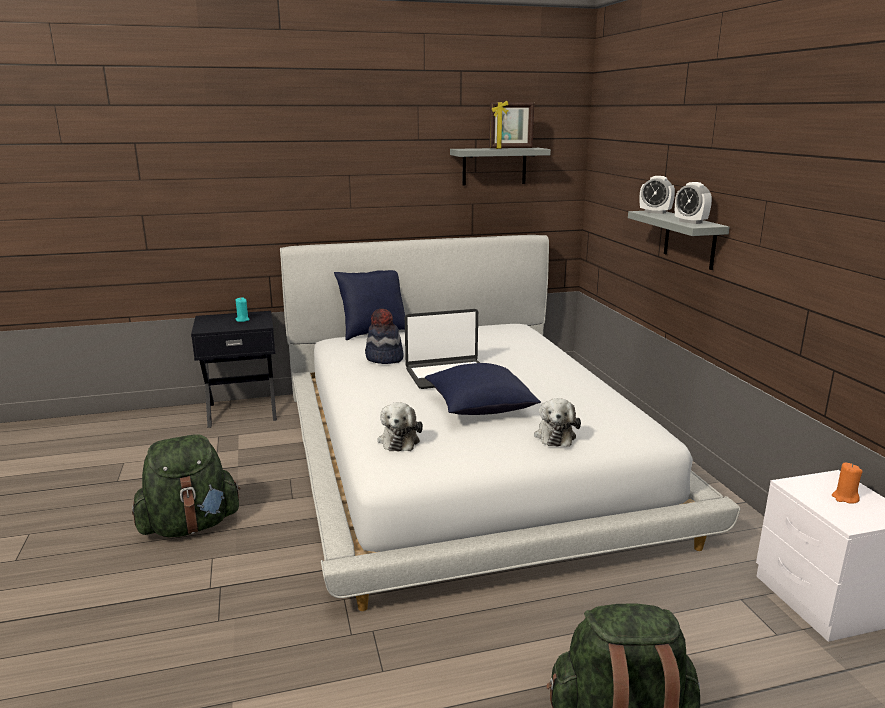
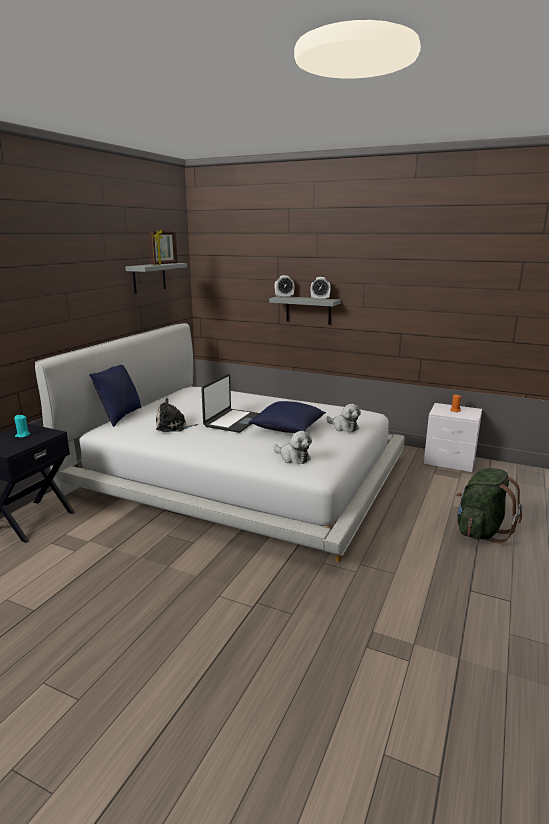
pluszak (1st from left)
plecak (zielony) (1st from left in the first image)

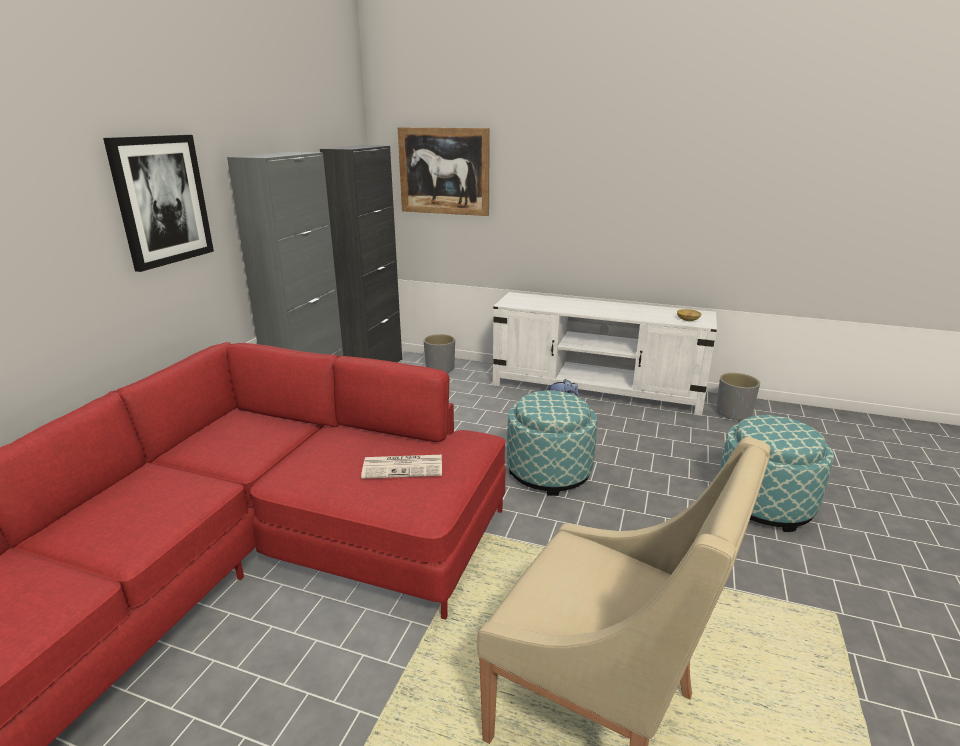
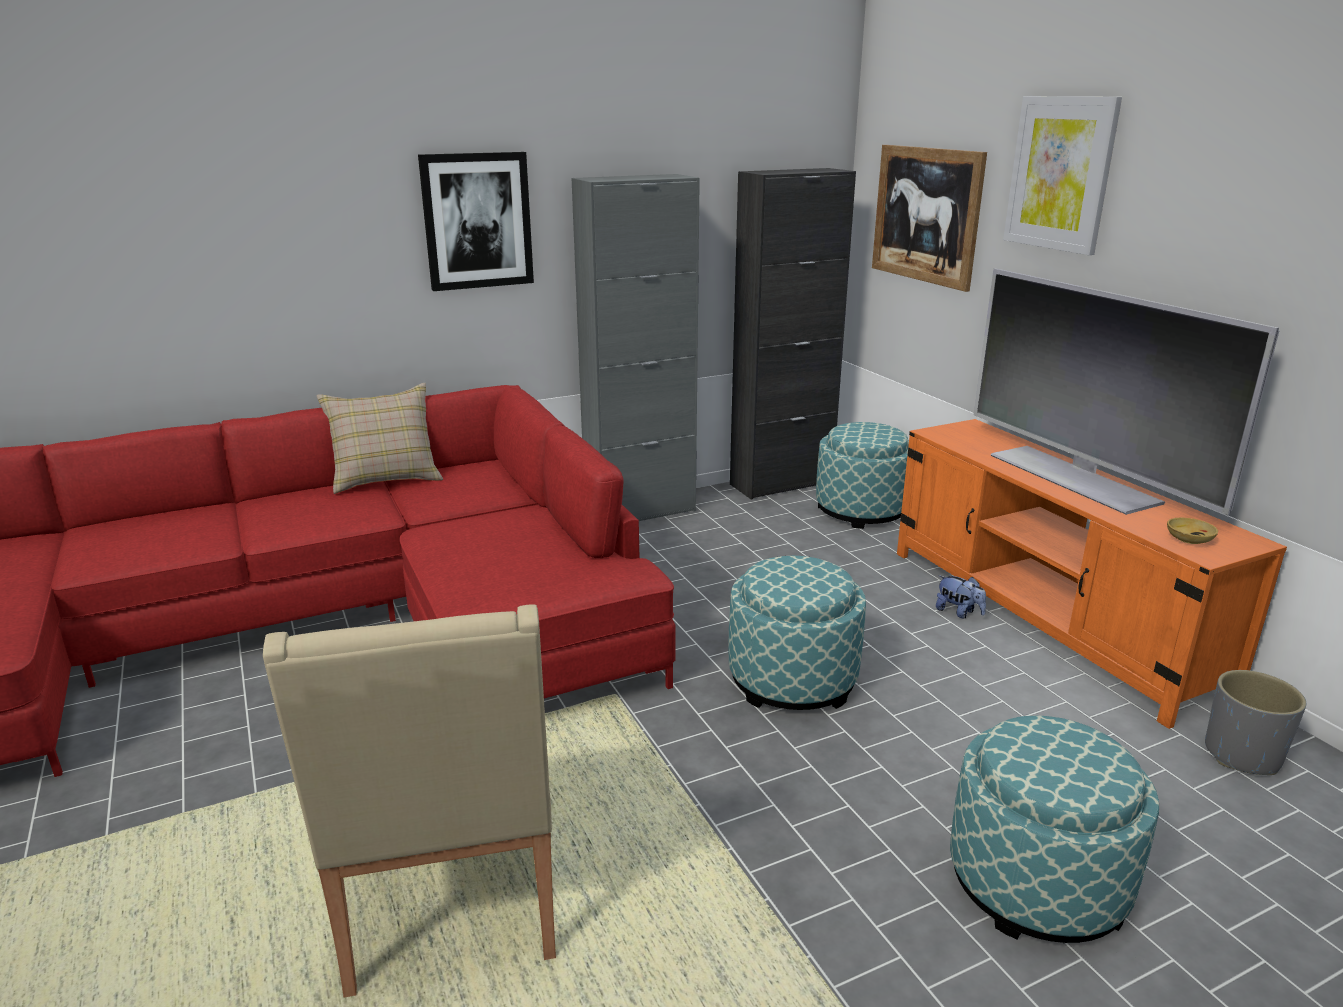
poduszka (beżowy)
pufa (2nd from left)
szafka pod telewizor (pomarańczowy)
telewizor
obraz (3rd from left)
gazeta

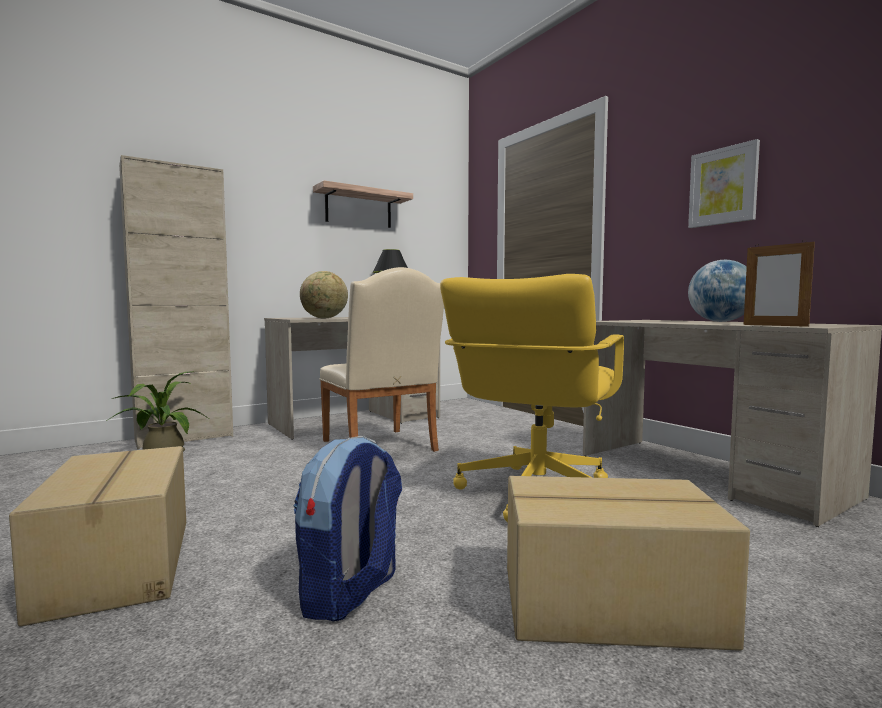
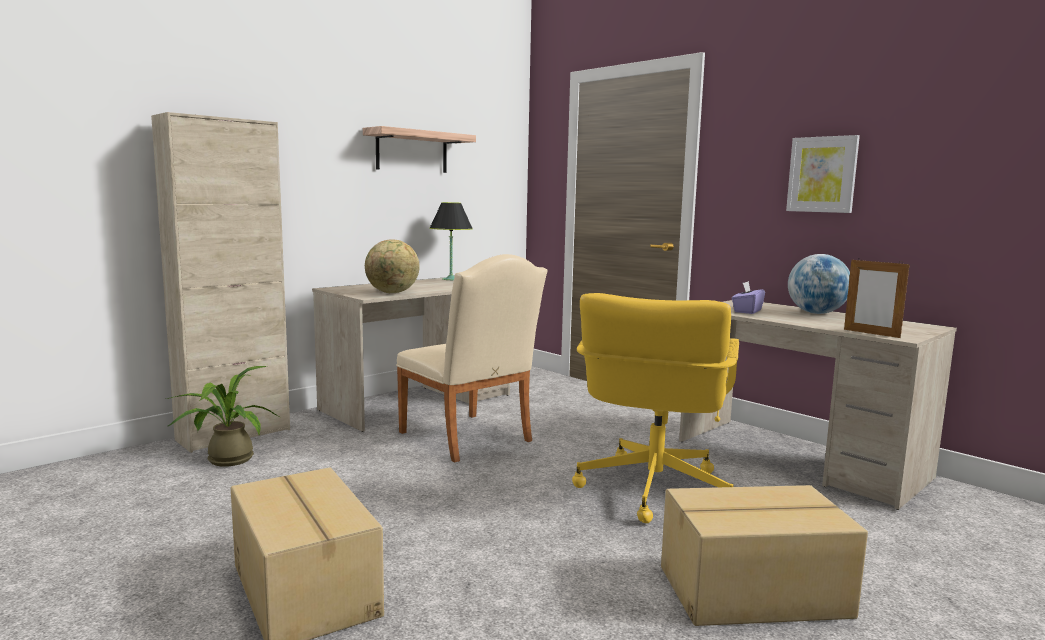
pudełko chusteczek (fioletowy)
plecak

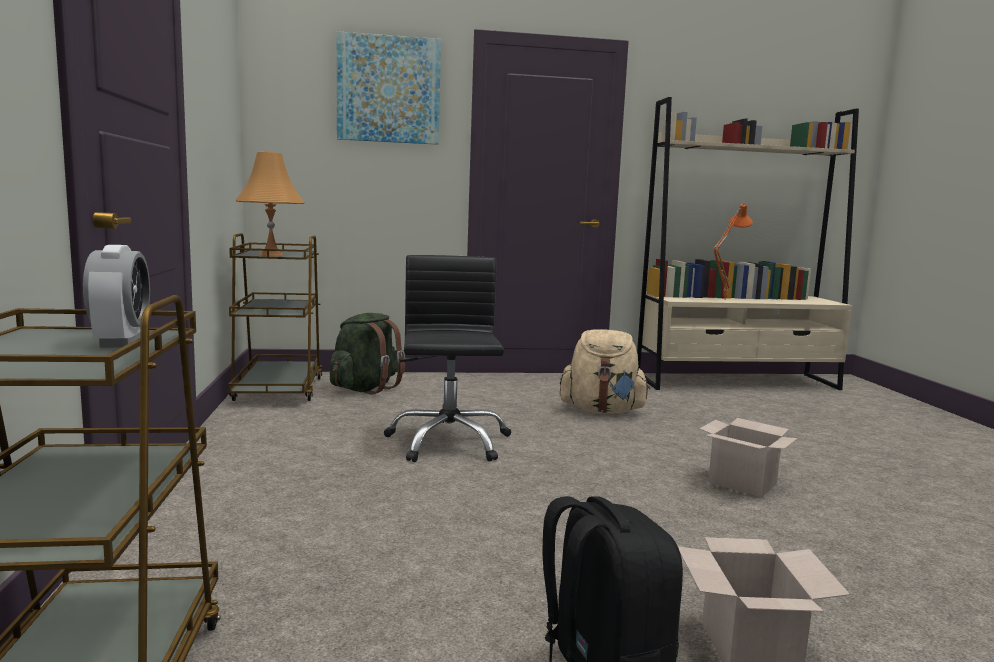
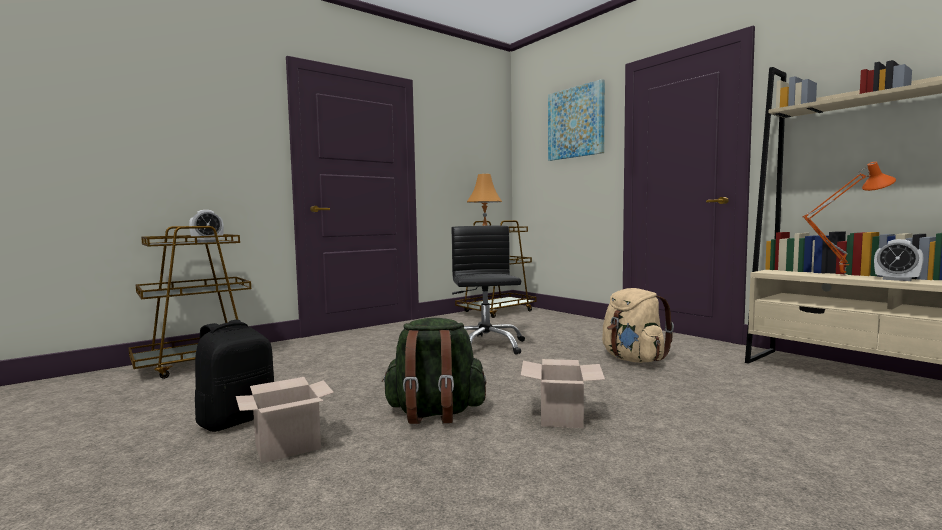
plecak (zielony)
krzesło biurowe (czarny)
budzik (2nd from left)

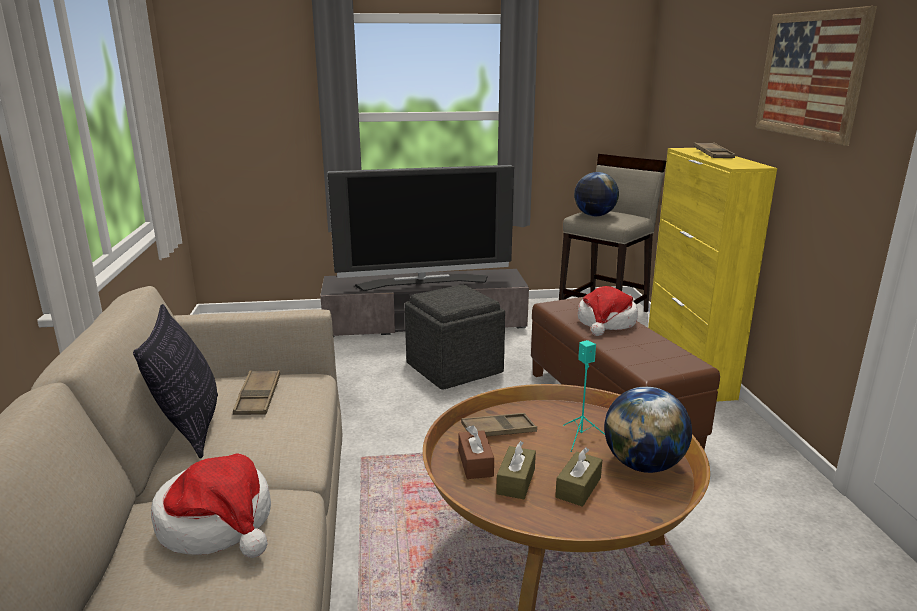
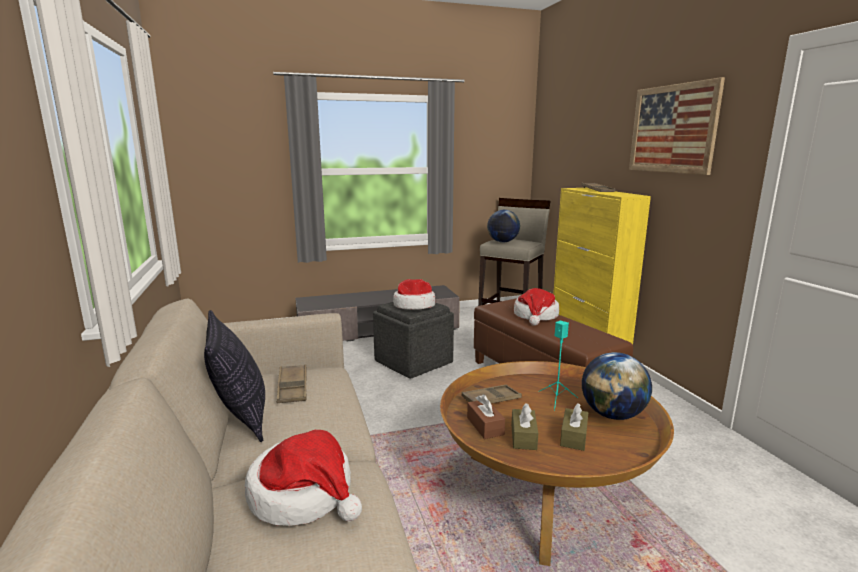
kapelusz (2nd from left)
telewizor

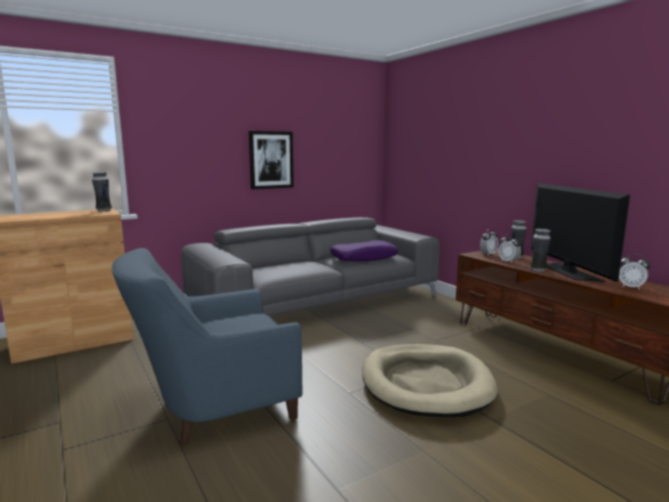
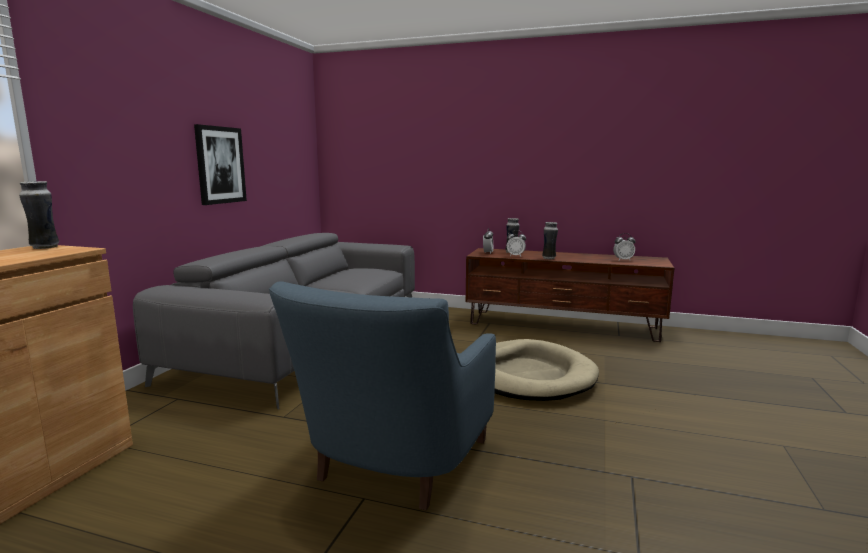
poduszka (fioletowy)
telewizor

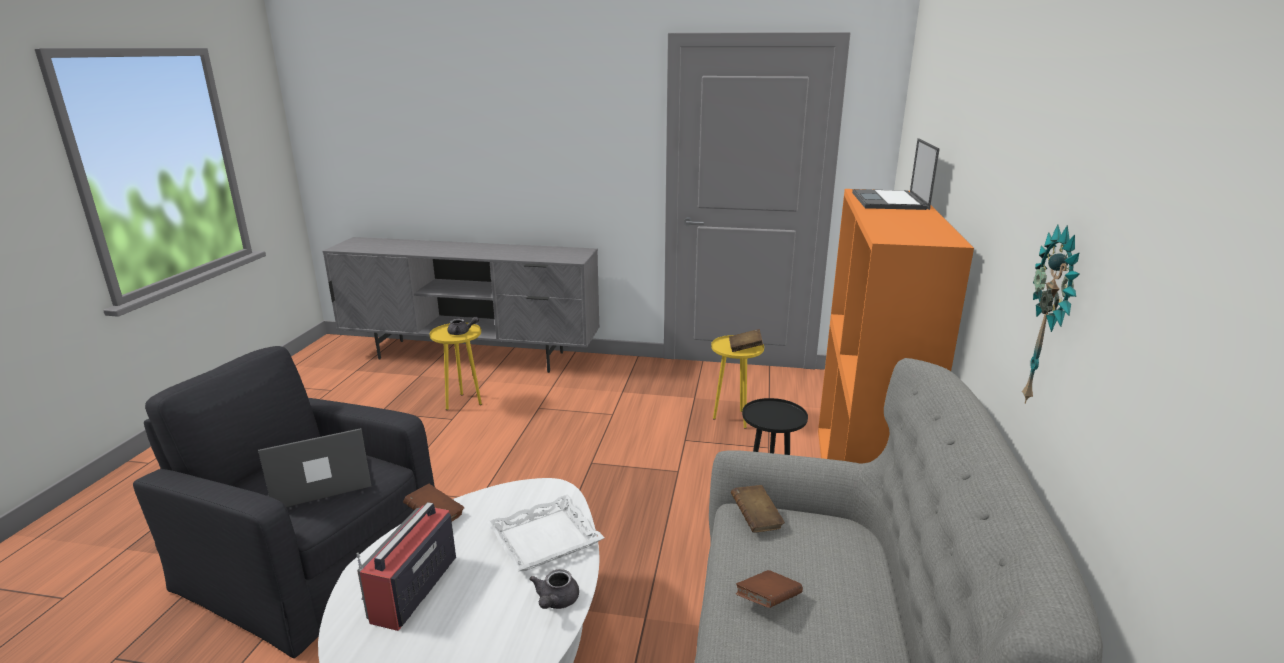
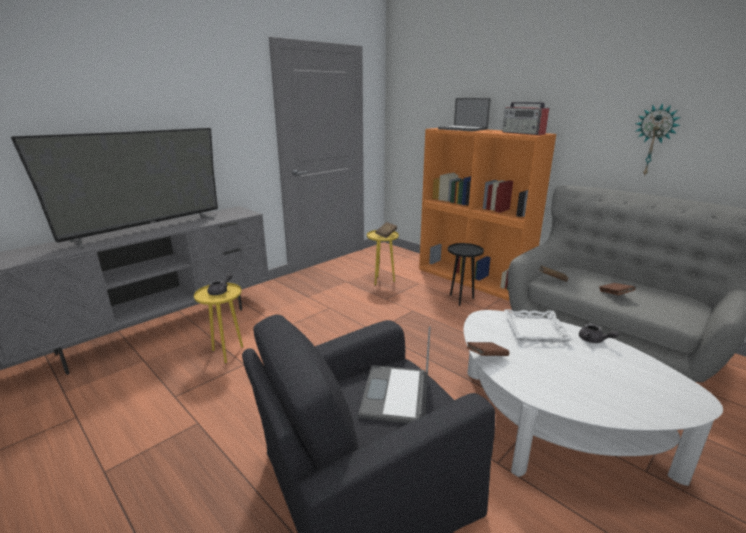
telewizor
radio

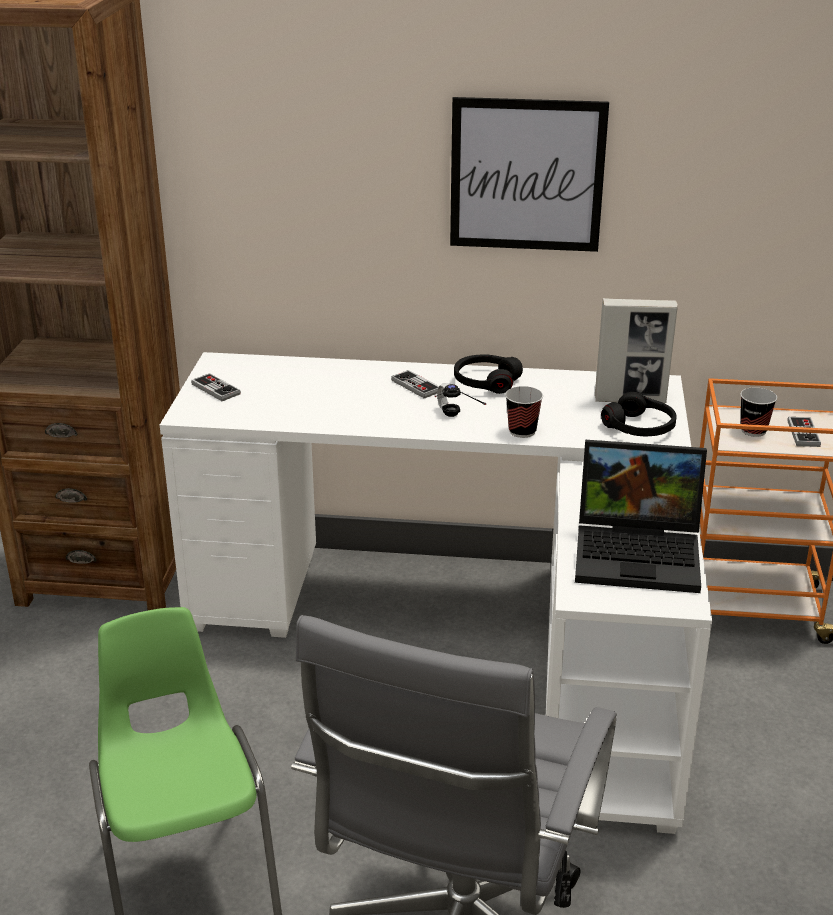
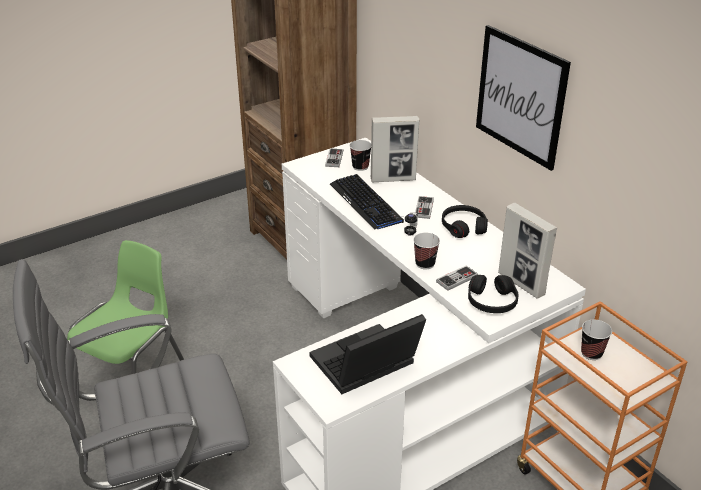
laptop
klawiatura
filiżanka (1st from left)
ramka na zdjęcie (1st from left)
pad do gier (3rd from left)

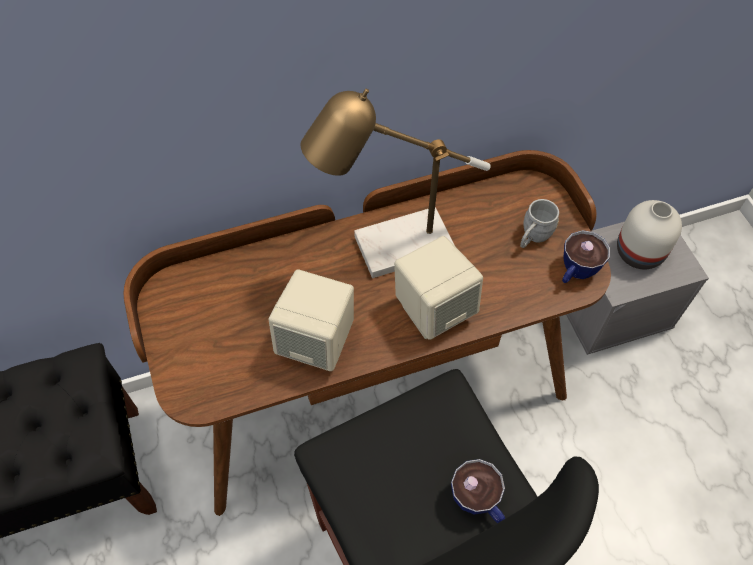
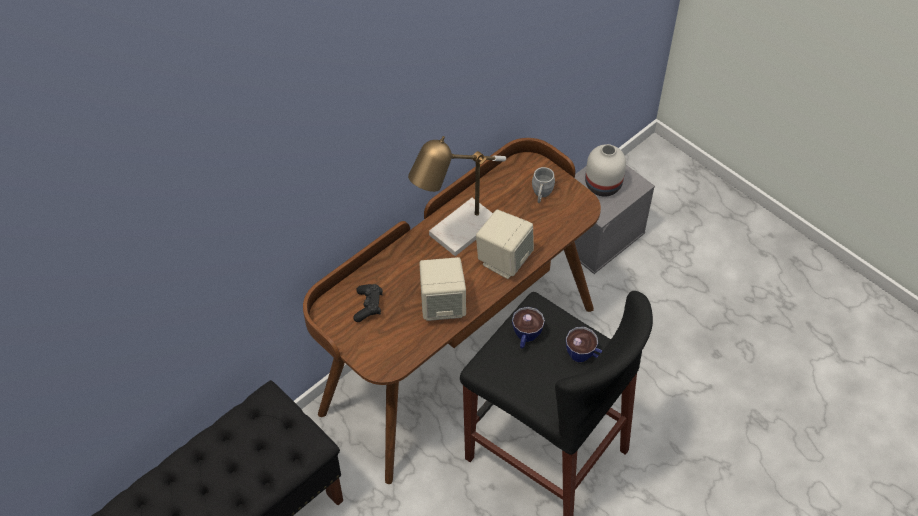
pad do gier (czarny)
filiżanka (1st from left)

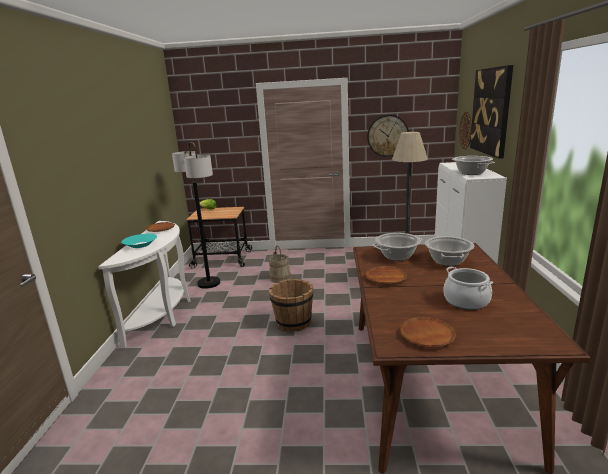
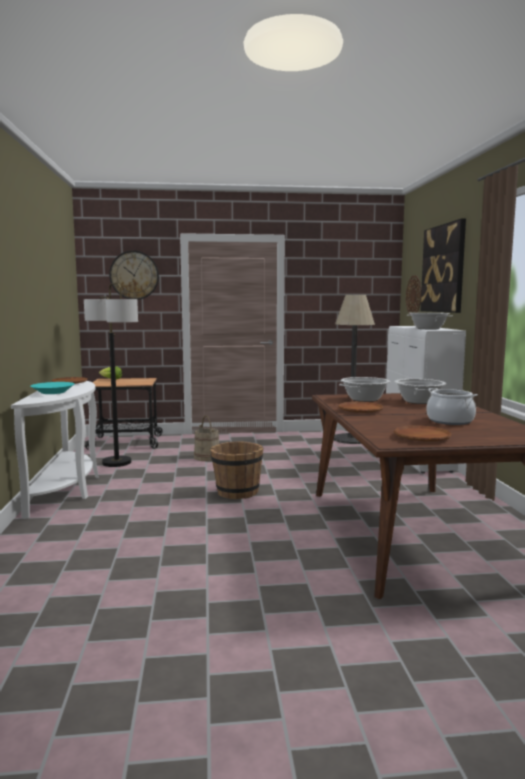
zegar ścienny (1st from left)

